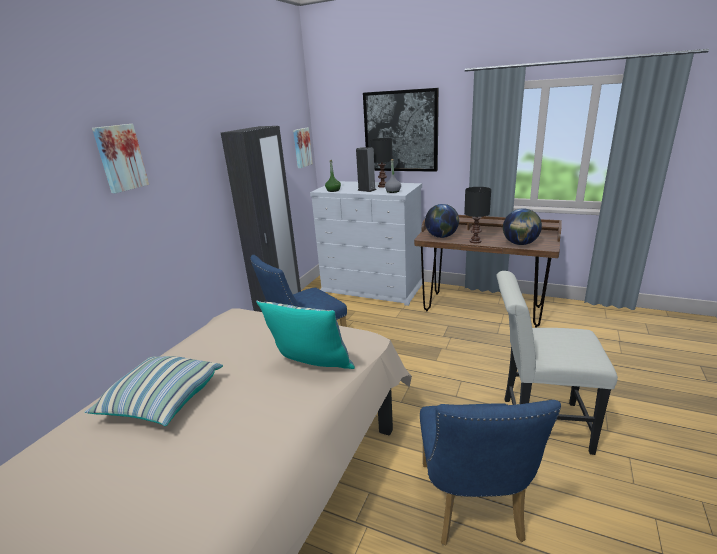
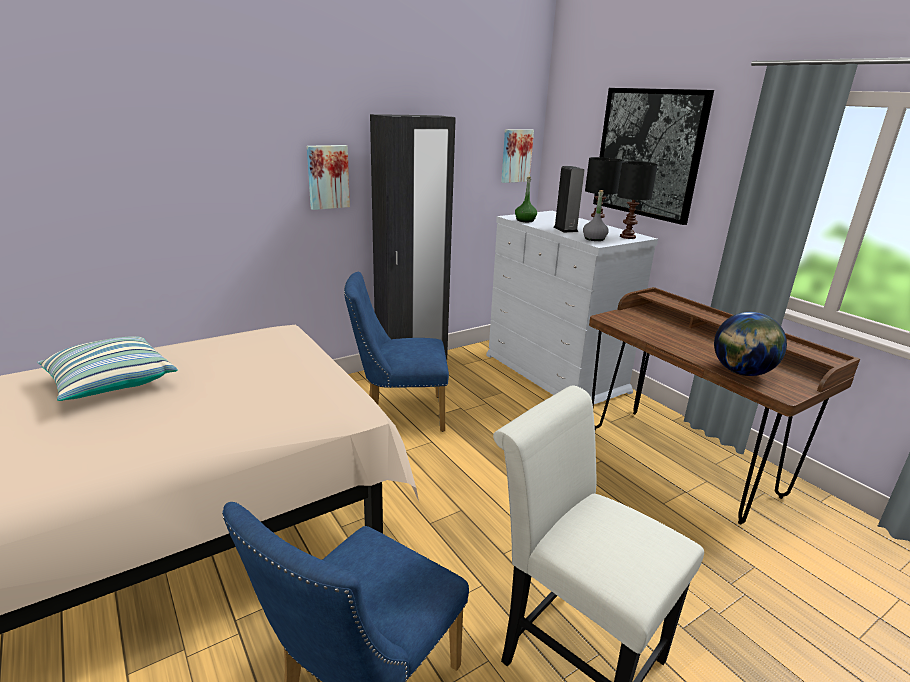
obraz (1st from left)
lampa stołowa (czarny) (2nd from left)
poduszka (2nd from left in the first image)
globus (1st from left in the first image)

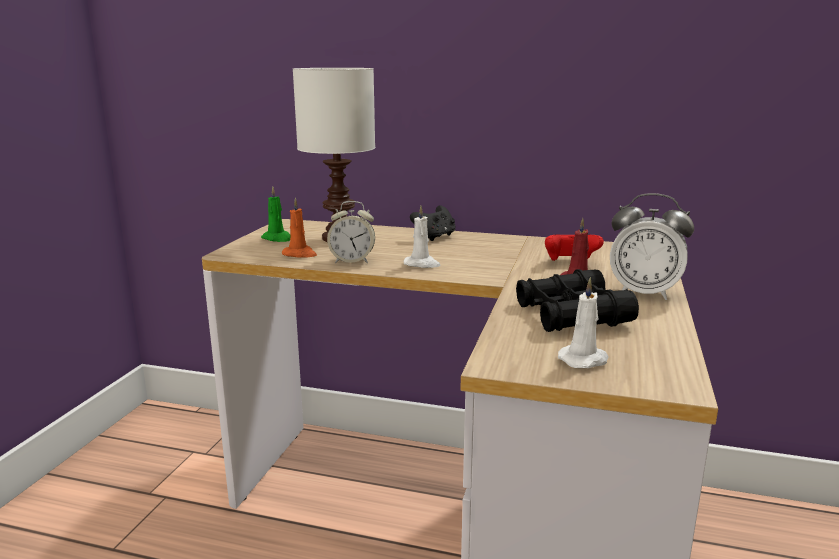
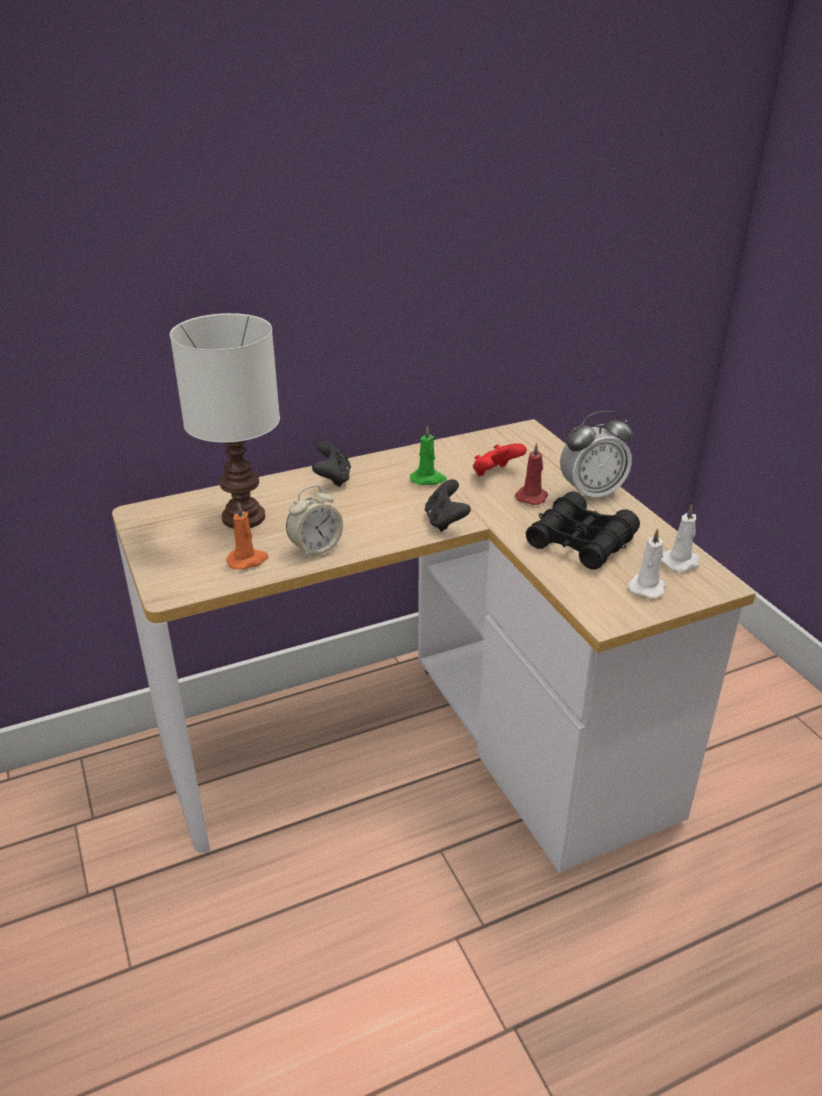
świeca (zielony)
pad do gier (czarny) (2nd from left)
świeca (biały) (2nd from left)

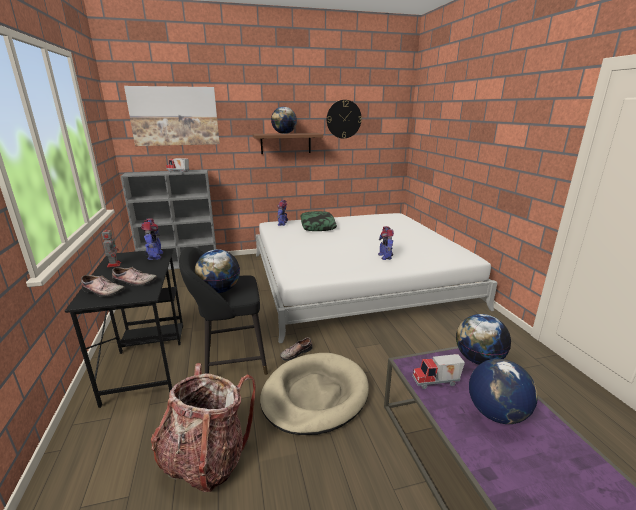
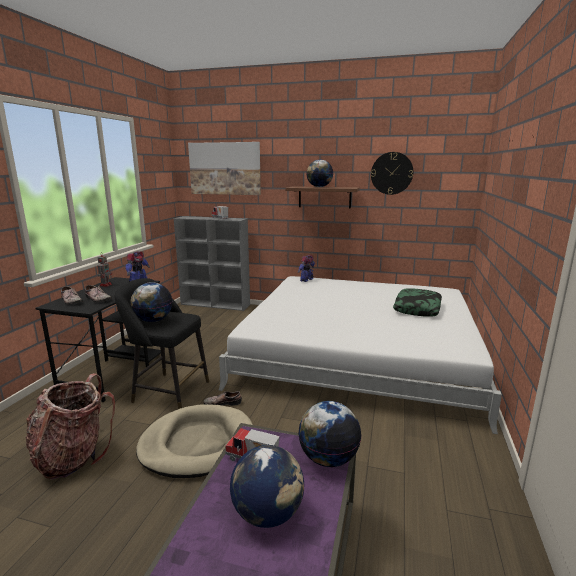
poduszka
robot zabawkowy (4th from left in the first image)

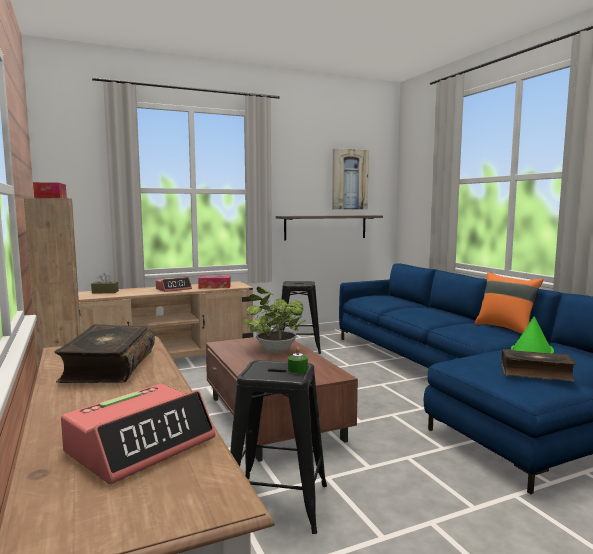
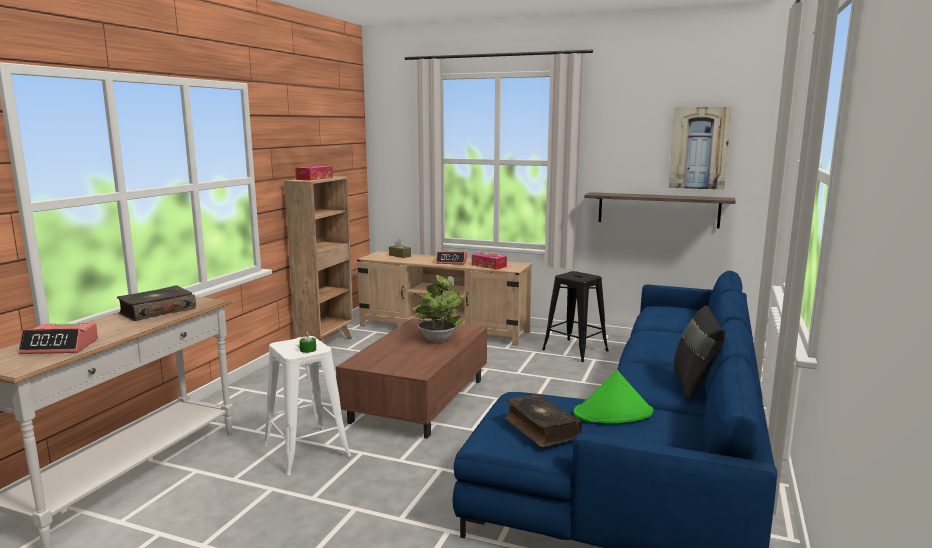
stołek (biały)
poduszka (czarny)

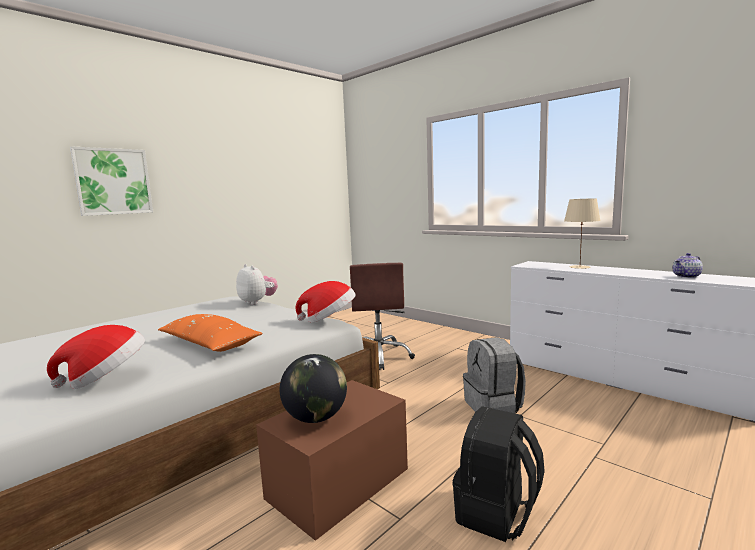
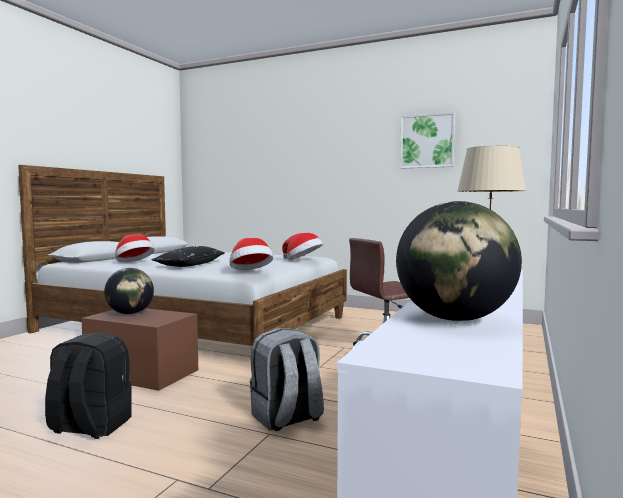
poduszka (czarny)
kapelusz (3rd from left)
globus (2nd from left)
obraz

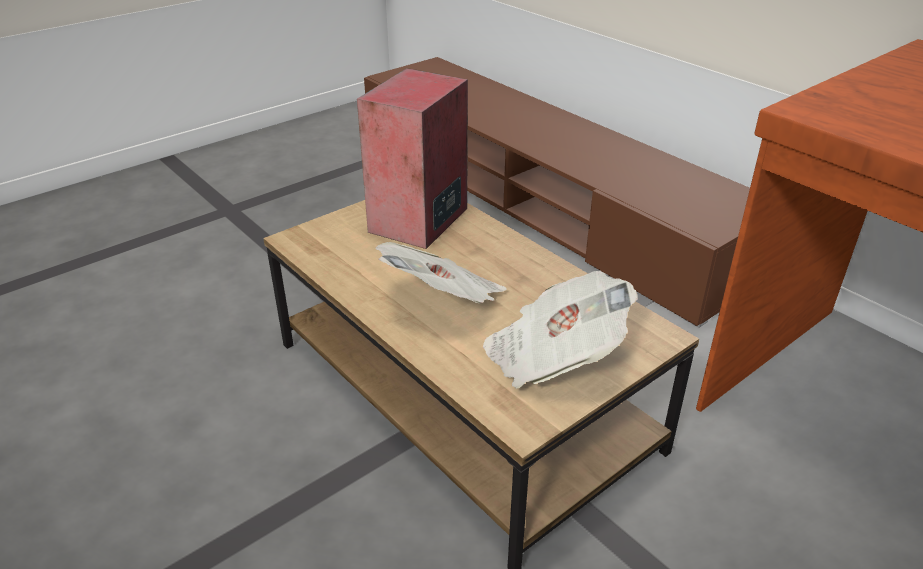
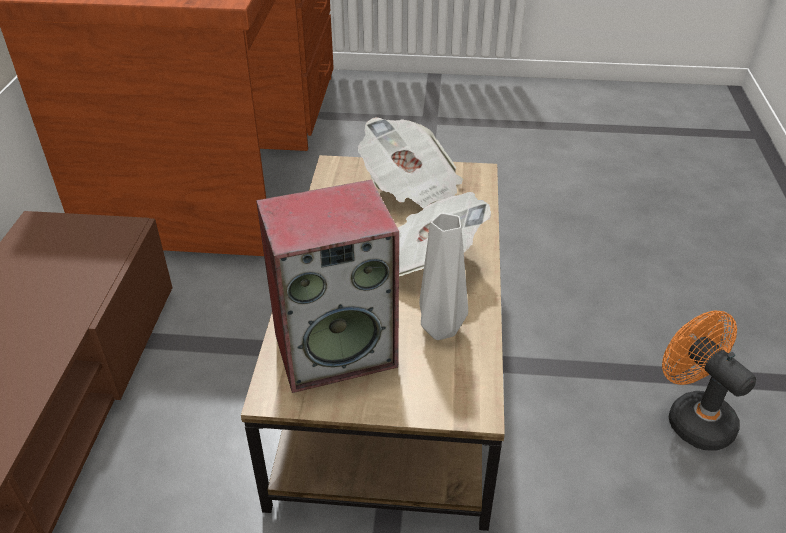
wazon (szary)
wentylator (pomarańczowy)

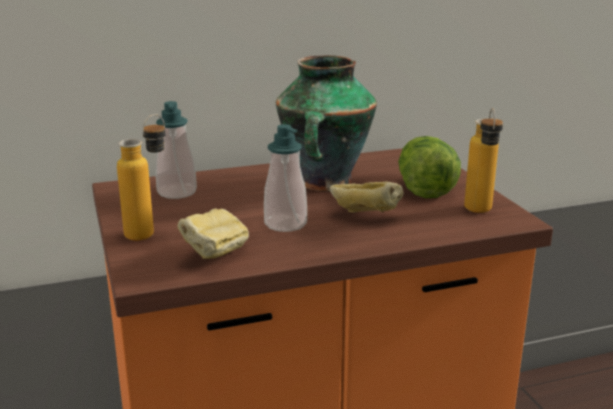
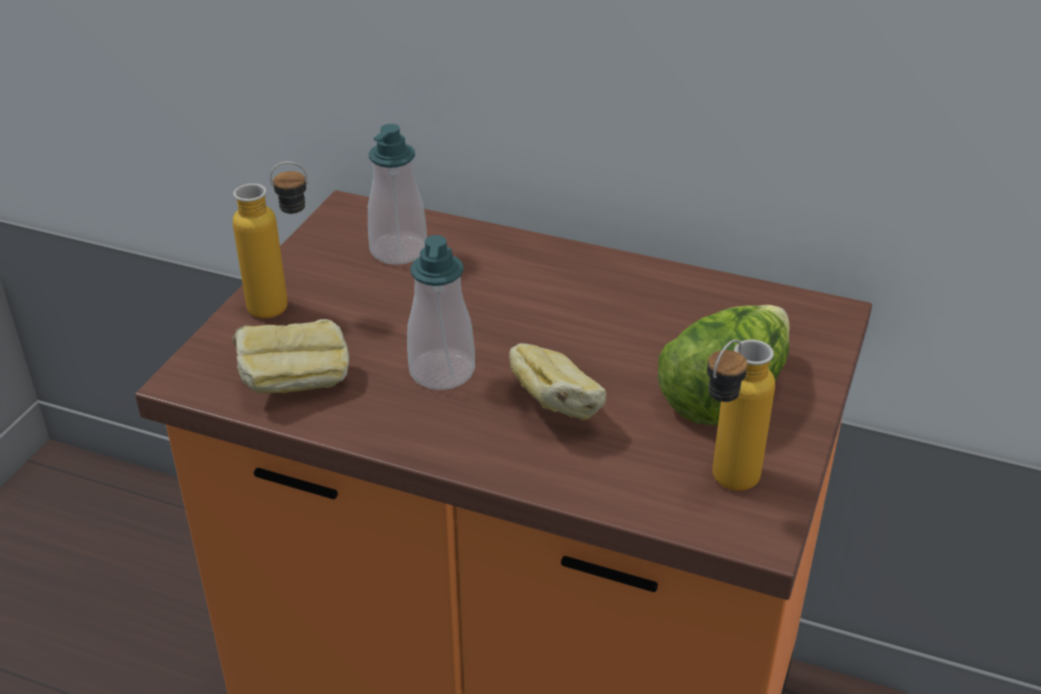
wazon

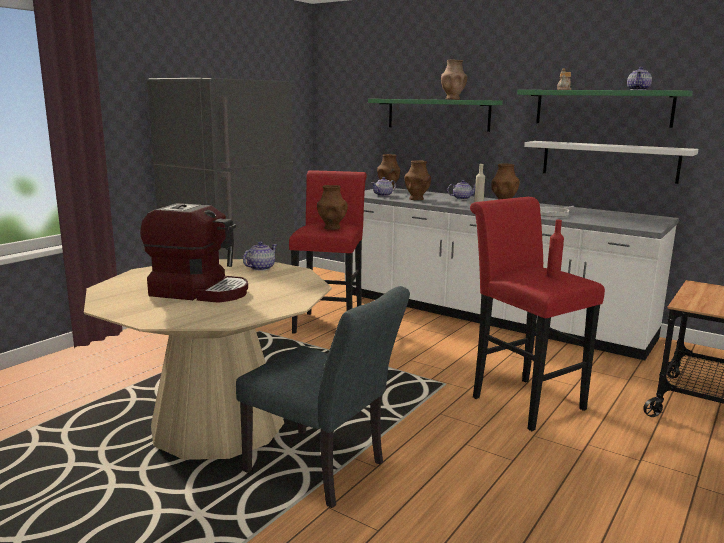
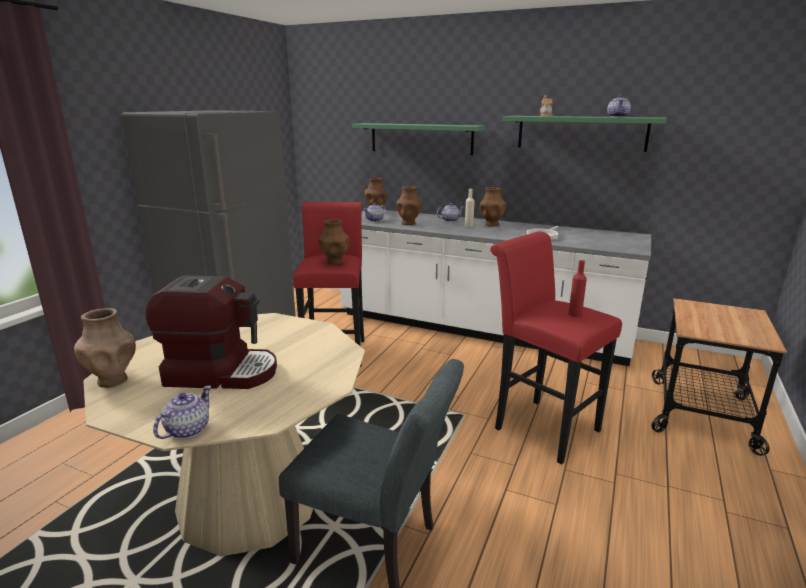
wazon (brązowy) (1st from left)
imbryk (1st from left)
półka (biały)

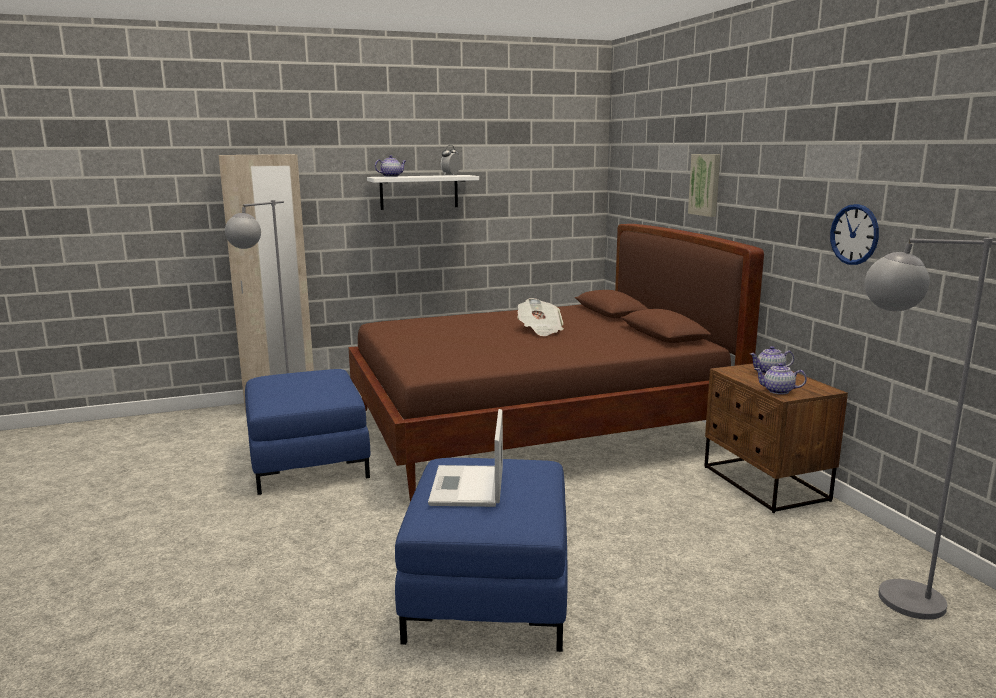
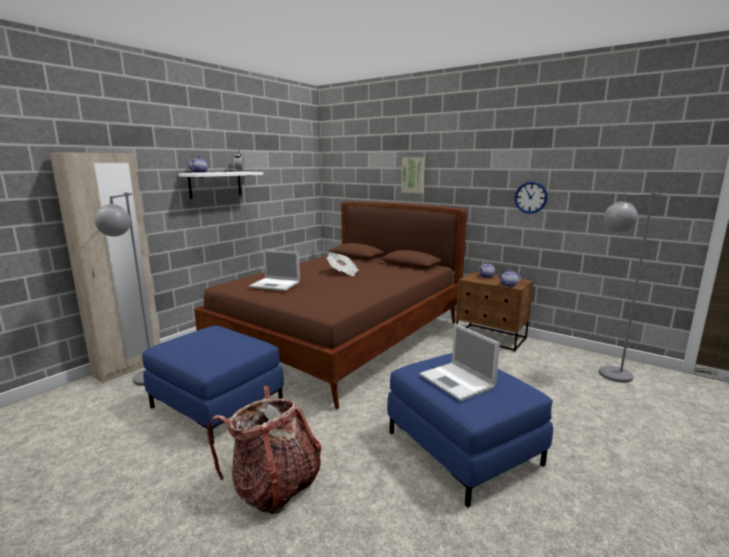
plecak
laptop (1st from left)

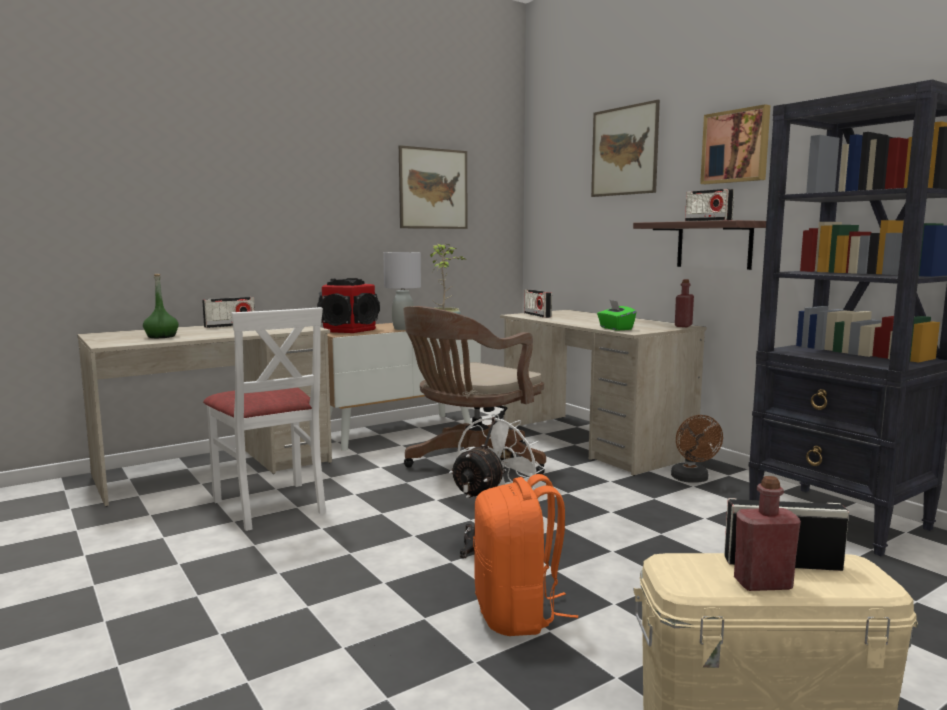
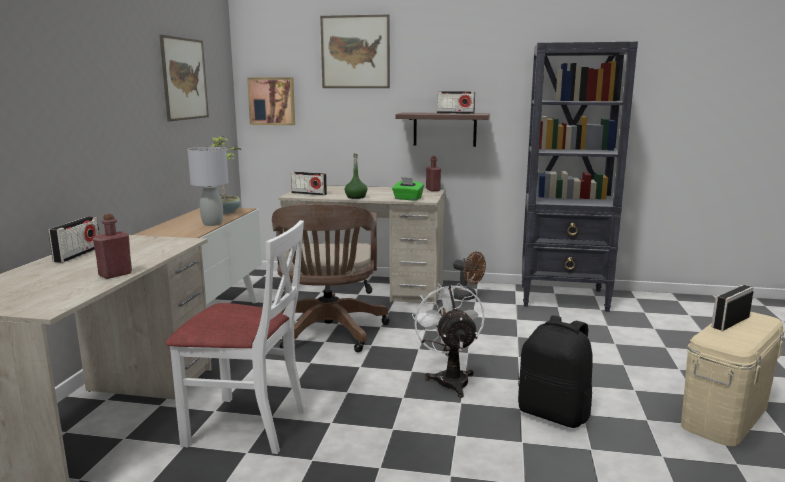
butelka (czerwony) (1st from left)
obraz (2nd from left)
butelka (zielony)
plecak (czarny)
głośnik

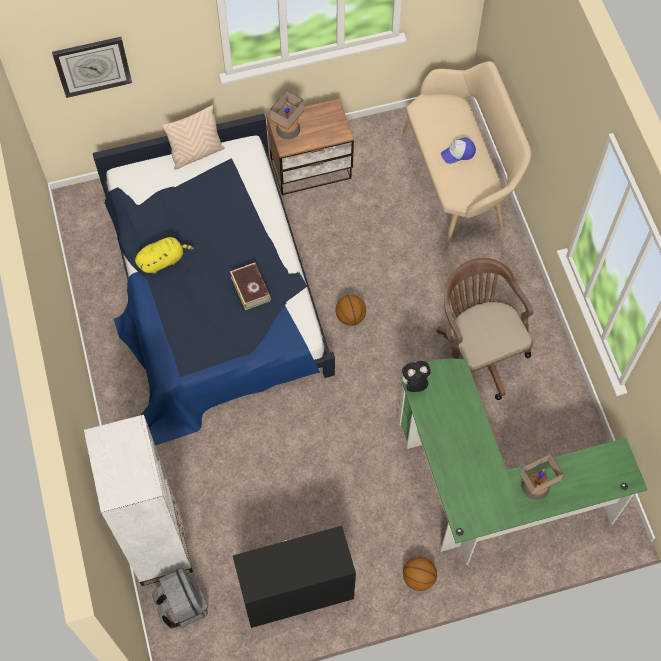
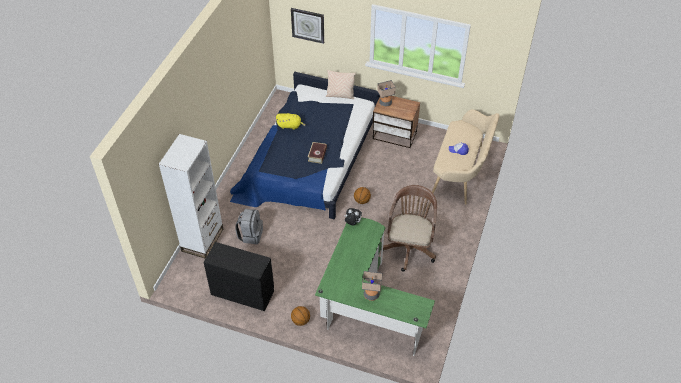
plecak (szary)

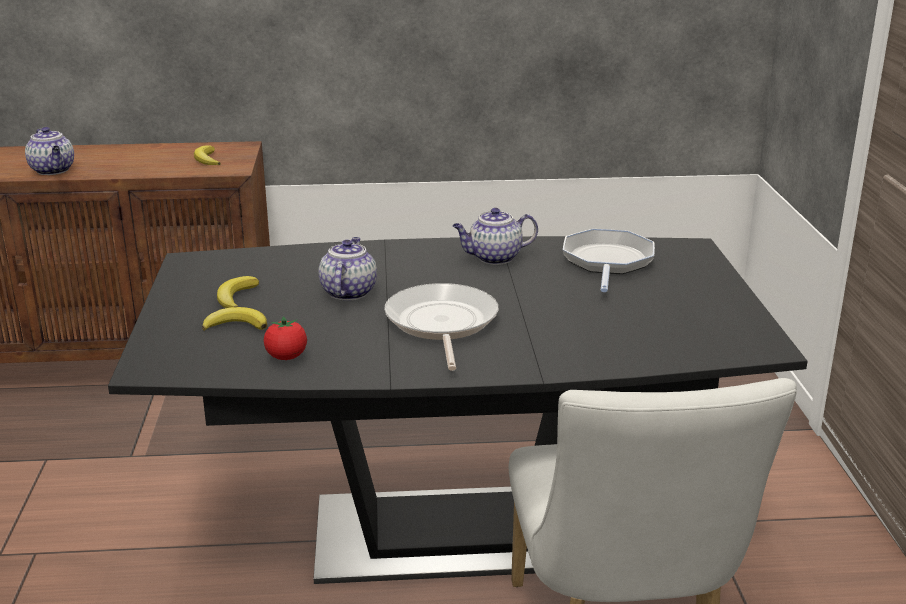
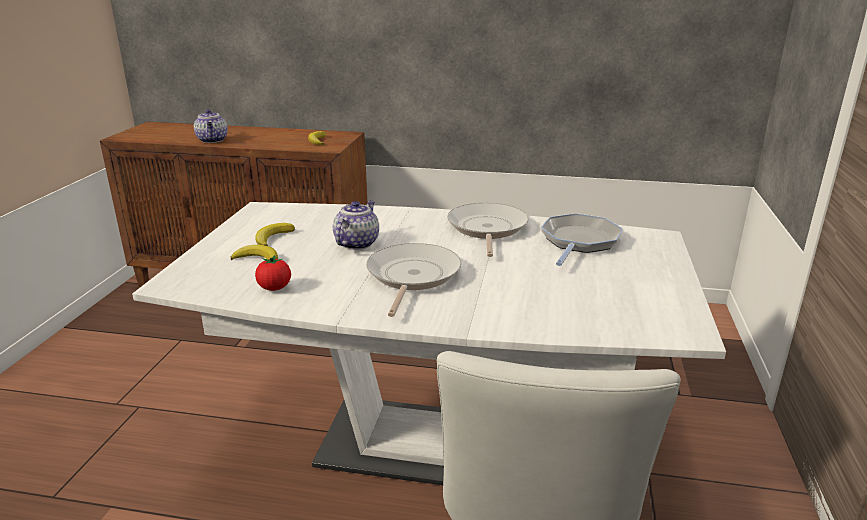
stół jadalny (biały)
patelnia (2nd from left)

